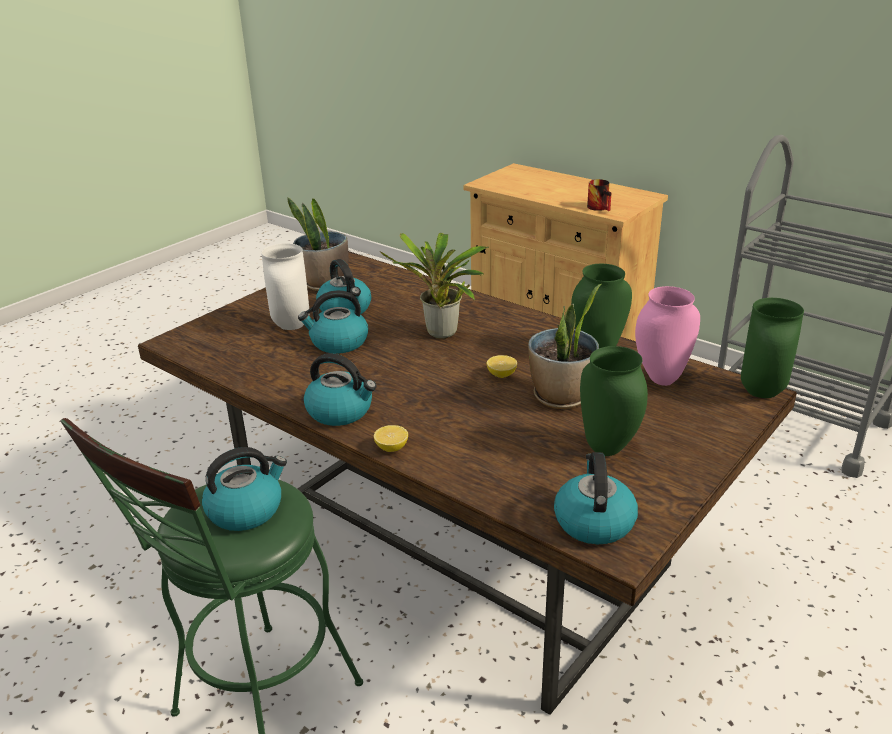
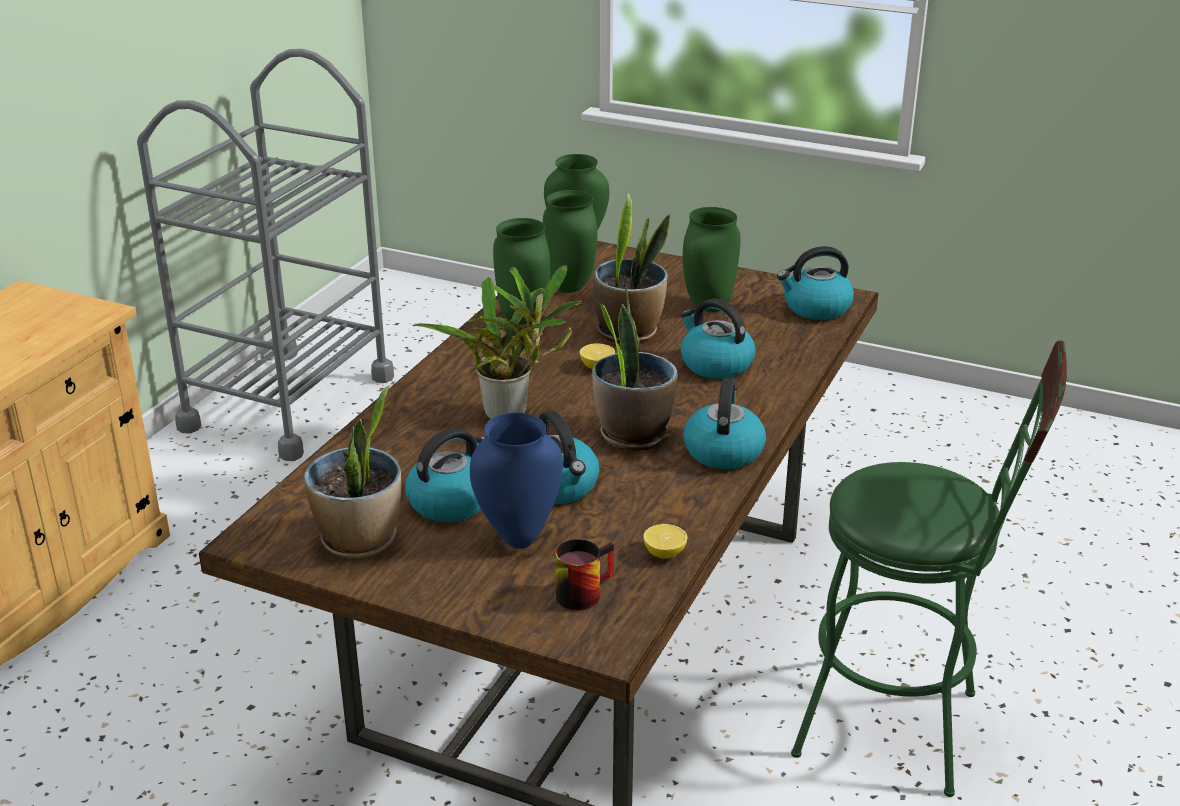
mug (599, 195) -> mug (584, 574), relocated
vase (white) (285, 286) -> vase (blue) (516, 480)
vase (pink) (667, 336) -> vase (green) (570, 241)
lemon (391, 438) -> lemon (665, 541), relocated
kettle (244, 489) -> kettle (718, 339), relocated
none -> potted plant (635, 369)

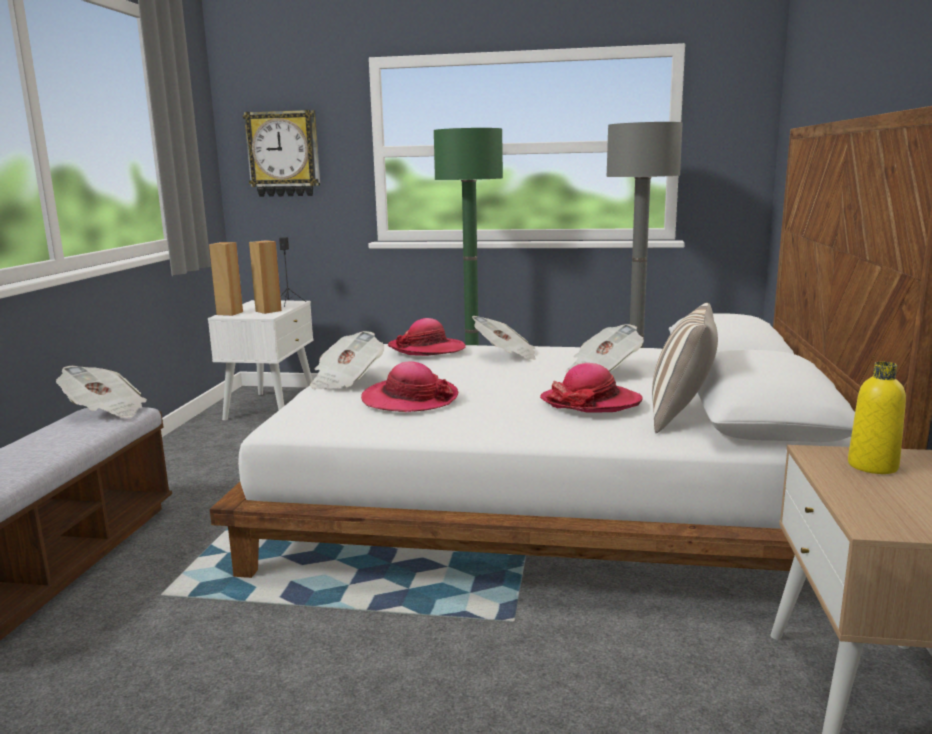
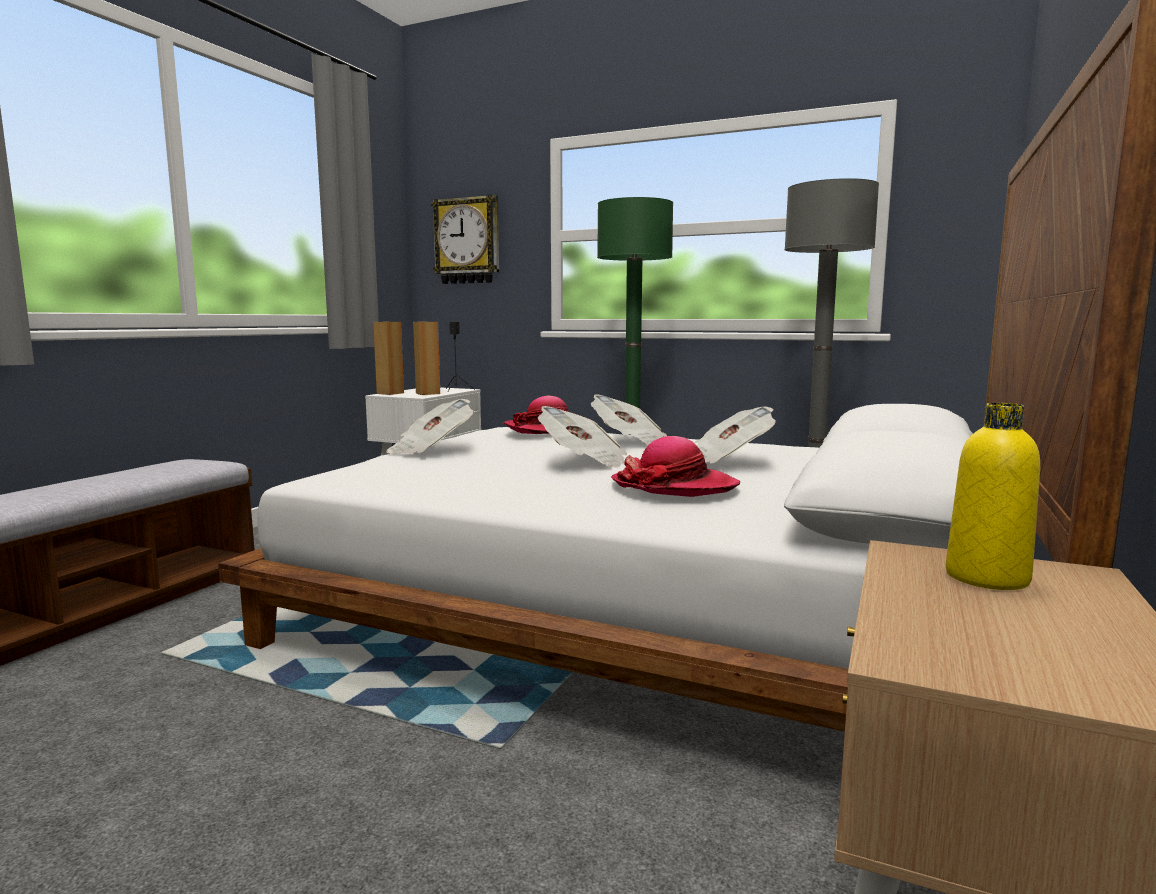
pillow (685, 368) -> none
hat (410, 387) -> none
newspaper (101, 392) -> newspaper (582, 437), relocated

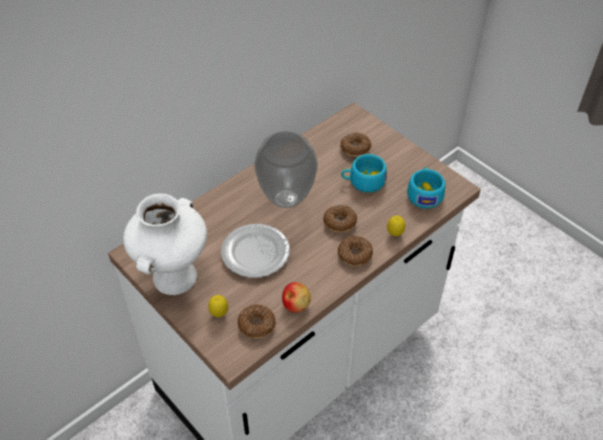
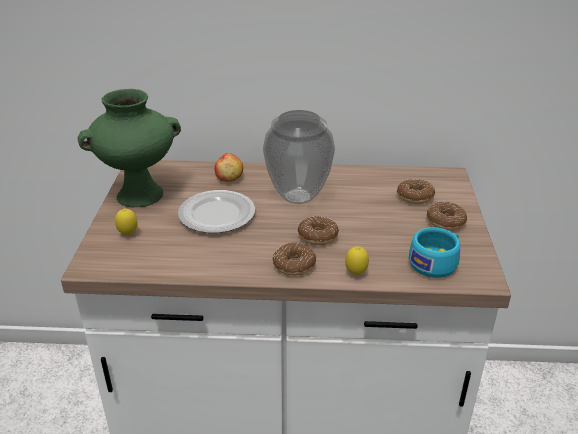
cup (turquoise) (364, 173) -> none
vase (white) (165, 244) -> vase (green) (129, 148)
apple (296, 297) -> apple (229, 167), relocated
donut (256, 322) -> donut (447, 216), relocated

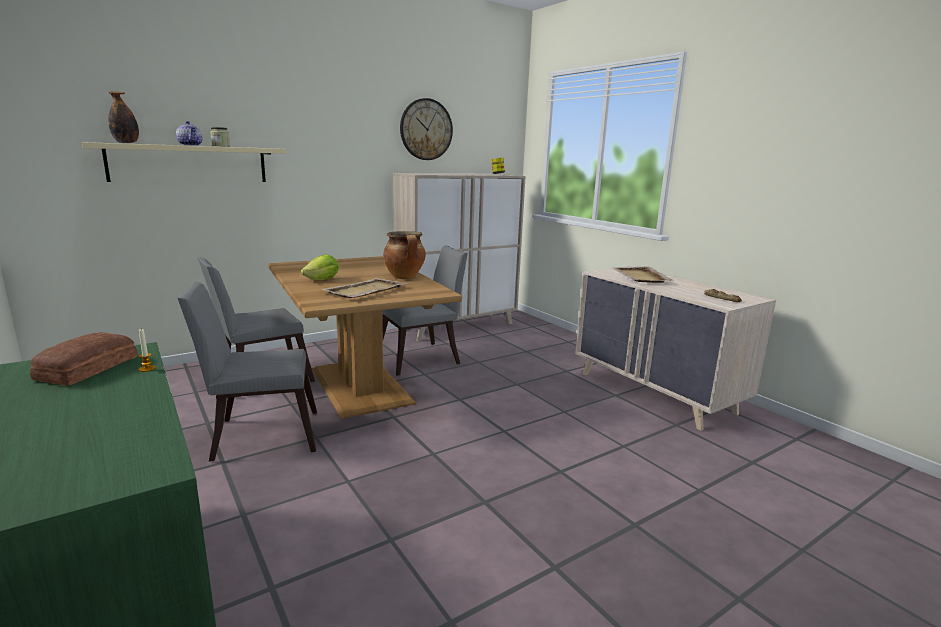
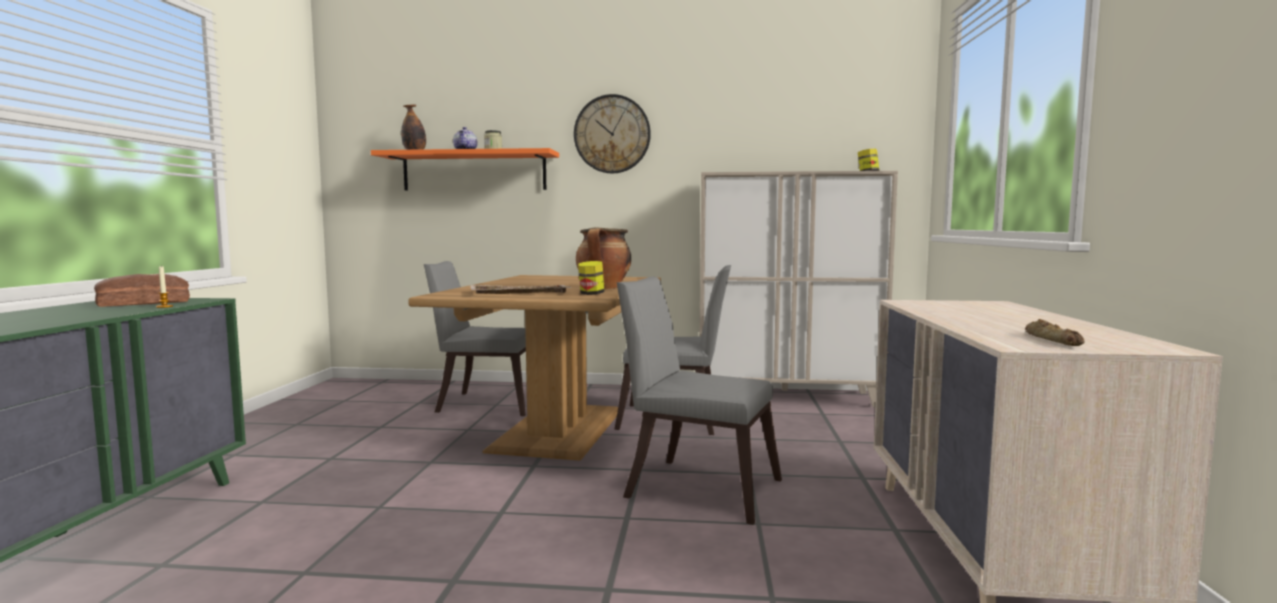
wall clock (426, 129) -> wall clock (612, 134), relocated
shelf (beige) (184, 162) -> shelf (orange) (465, 169)
lettuce (320, 267) -> none
tray (beige) (643, 274) -> none
chair (grey) (247, 372) -> chair (grey) (699, 400), relocated
none -> jar (591, 278)

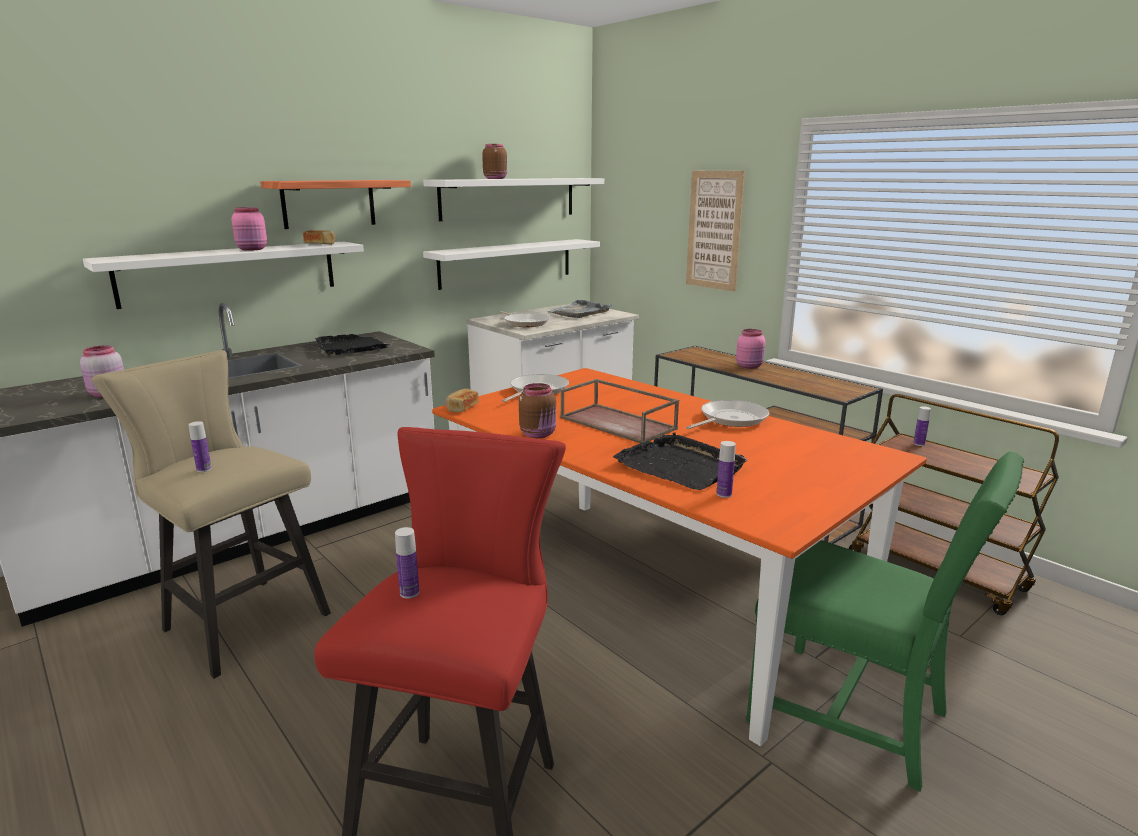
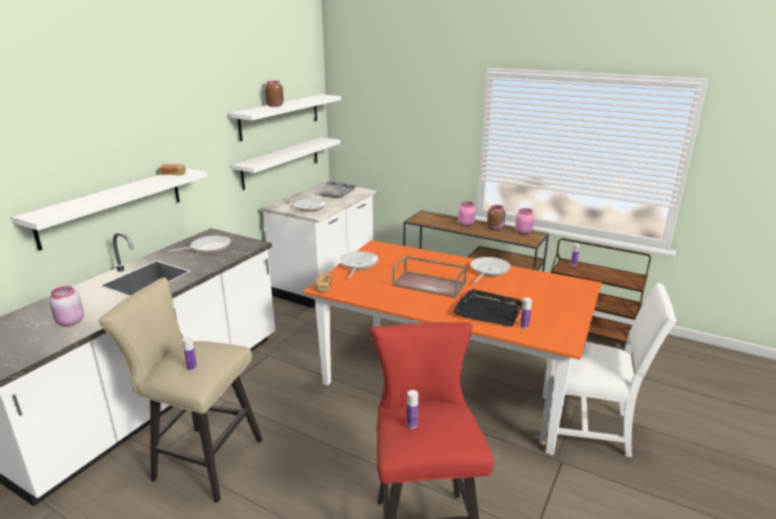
picture (715, 231) -> none
shelf (336, 204) -> none
jar (pink) (249, 229) -> jar (pink) (524, 221), relocated
tray (black) (352, 344) -> frying pan (199, 244)
jar (brown) (537, 410) -> jar (brown) (496, 218), relocated
chair (green) (885, 622) -> chair (white) (608, 370)

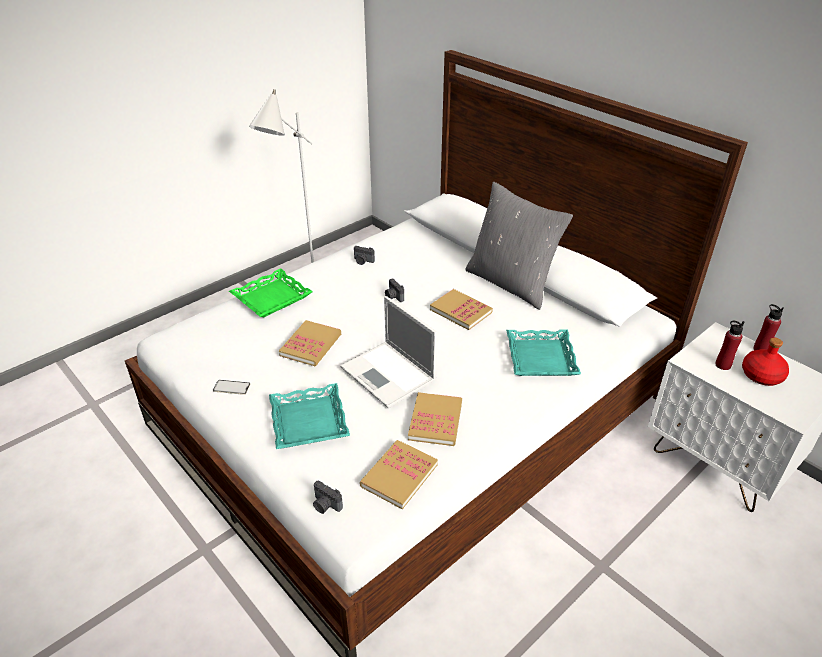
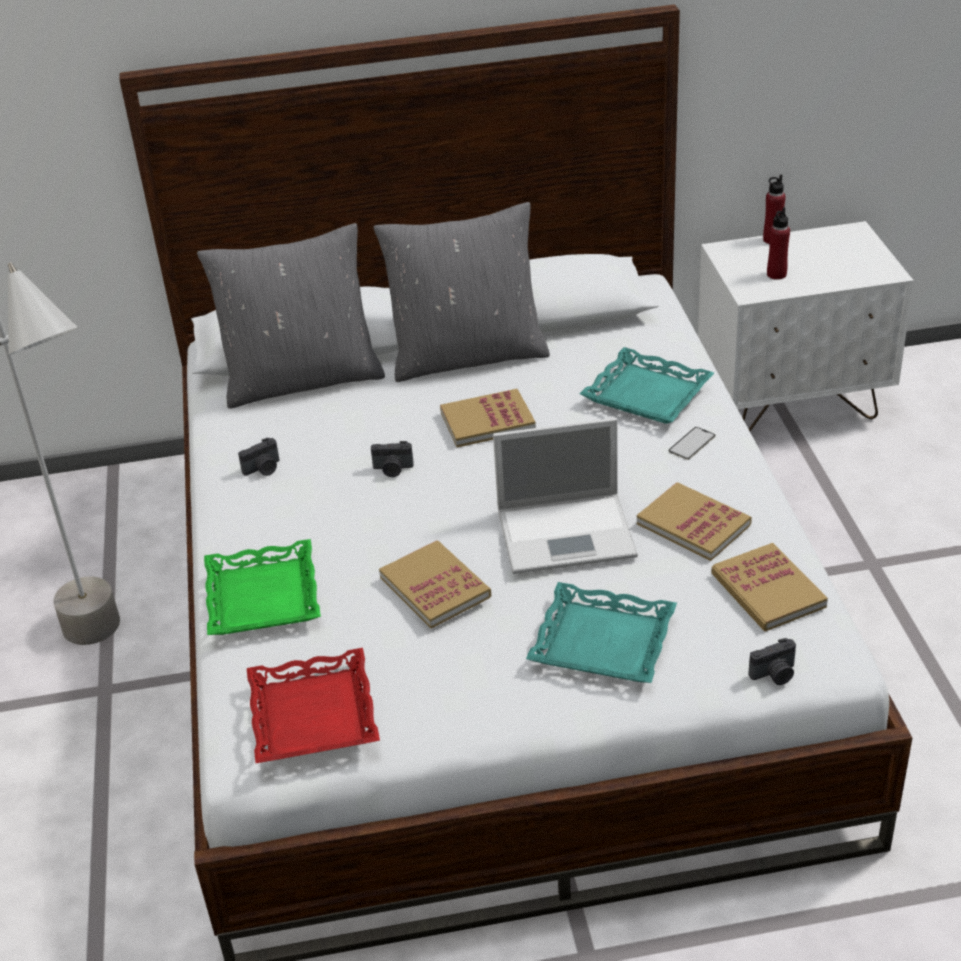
bottle (red) (765, 362) -> none
phone (231, 387) -> phone (692, 443), relocated
none -> pillow (grey) (291, 316)
none -> tray (red) (313, 705)

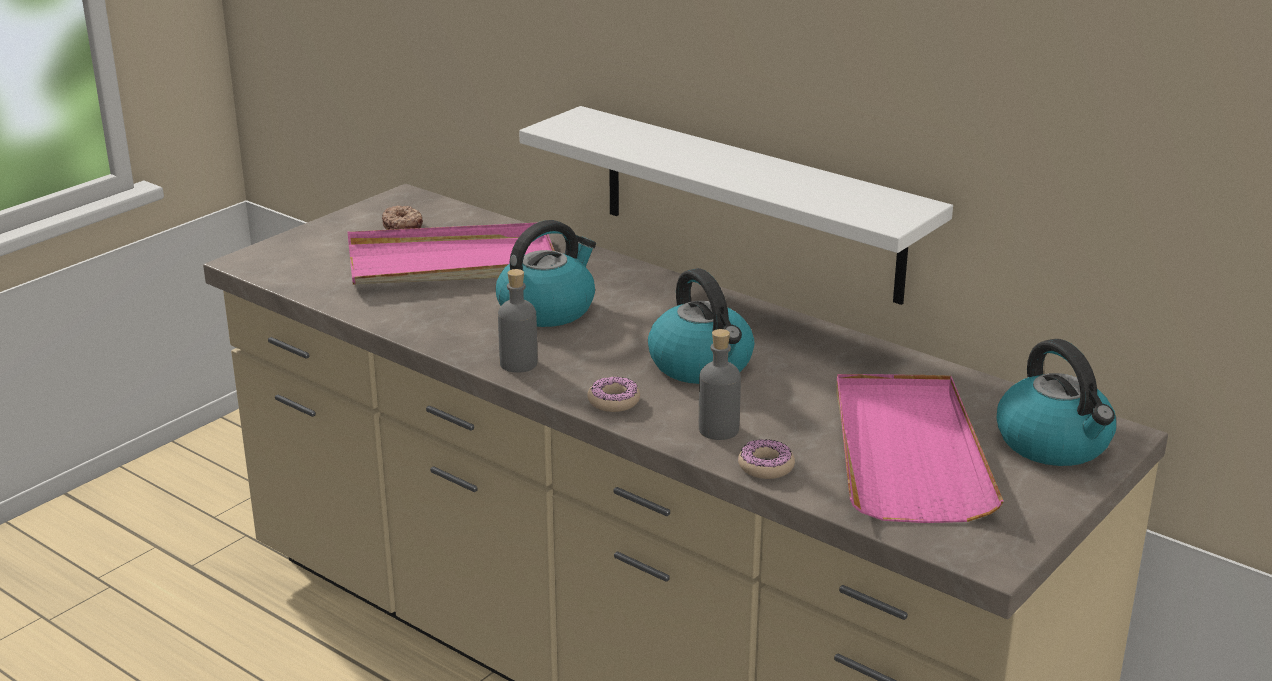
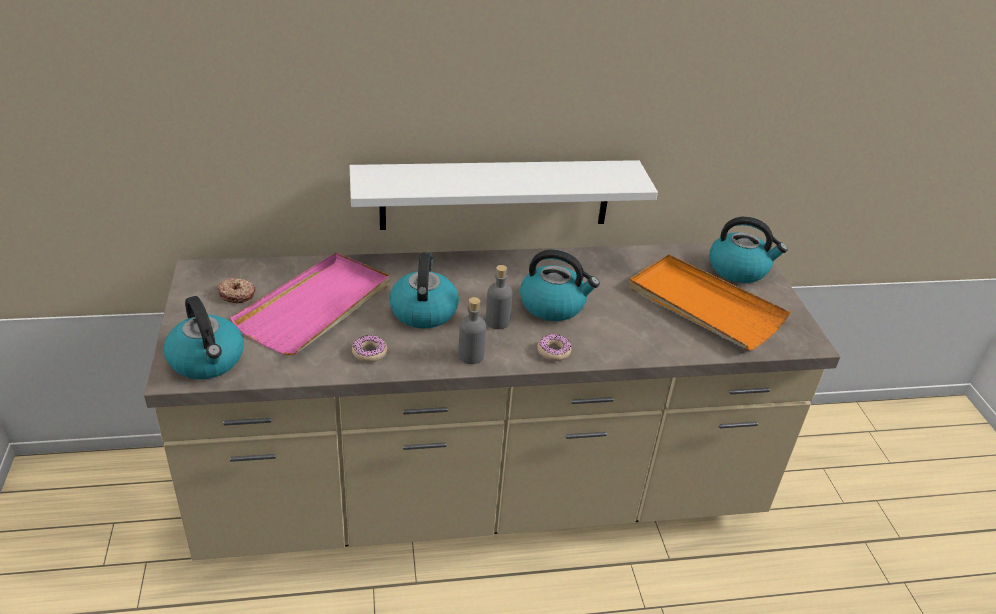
bottle (grey) (720, 384) -> bottle (grey) (499, 297), relocated
tray (pink) (920, 448) -> tray (orange) (710, 302)
donut (766, 459) -> donut (369, 348), relocated
none -> kettle (204, 337)

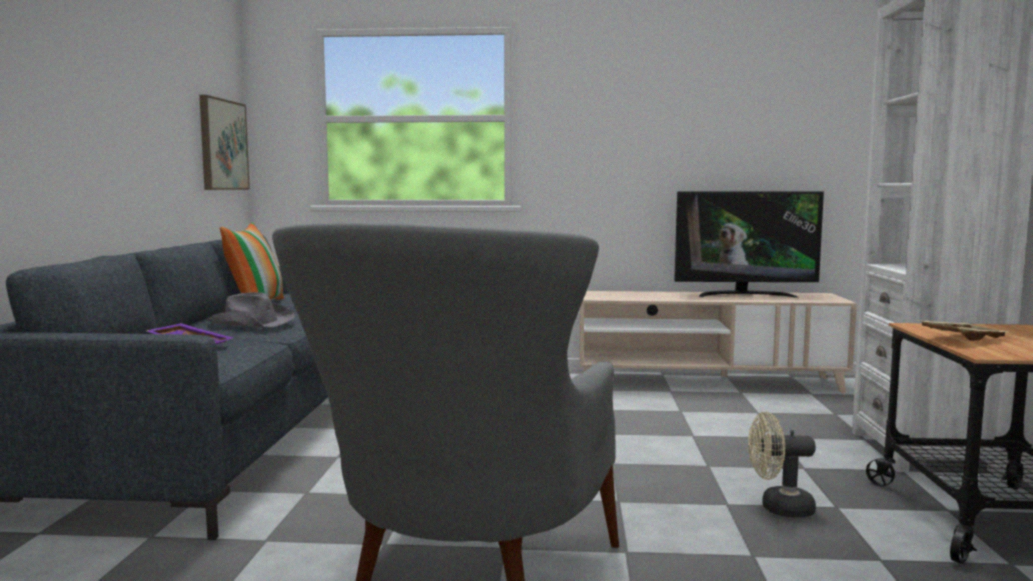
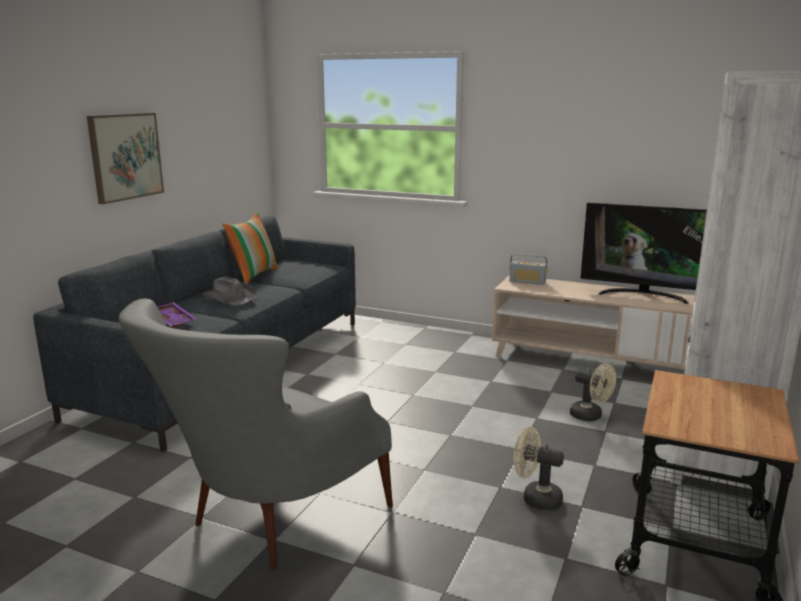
picture (224, 142) -> picture (125, 158), relocated
tray (beige) (963, 330) -> none
none -> radio (528, 269)
none -> fan (beige) (593, 392)

